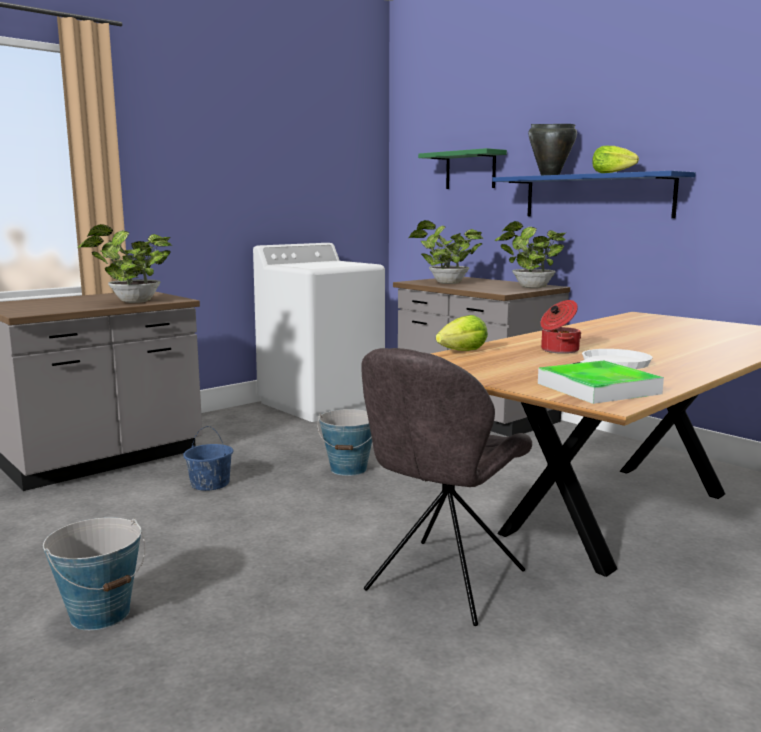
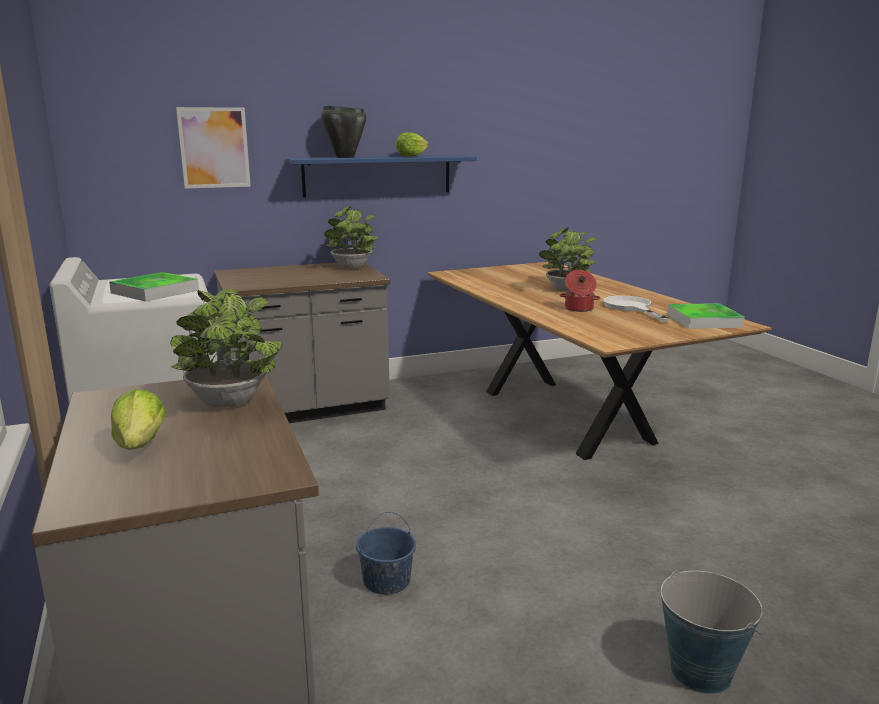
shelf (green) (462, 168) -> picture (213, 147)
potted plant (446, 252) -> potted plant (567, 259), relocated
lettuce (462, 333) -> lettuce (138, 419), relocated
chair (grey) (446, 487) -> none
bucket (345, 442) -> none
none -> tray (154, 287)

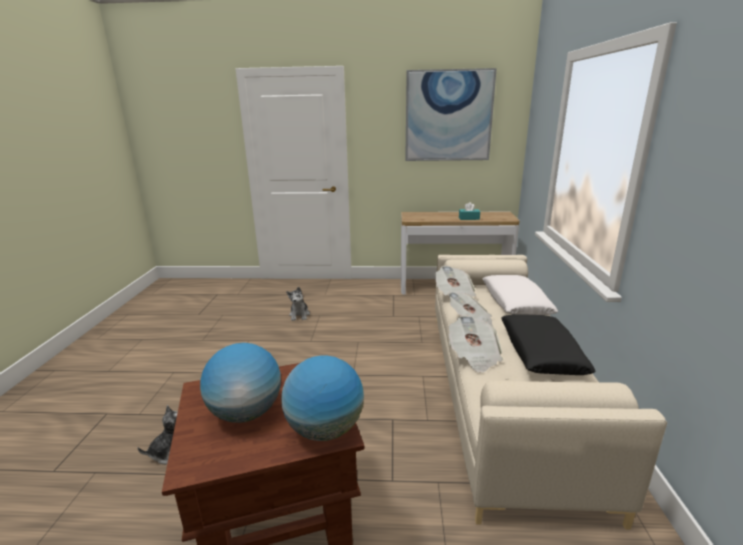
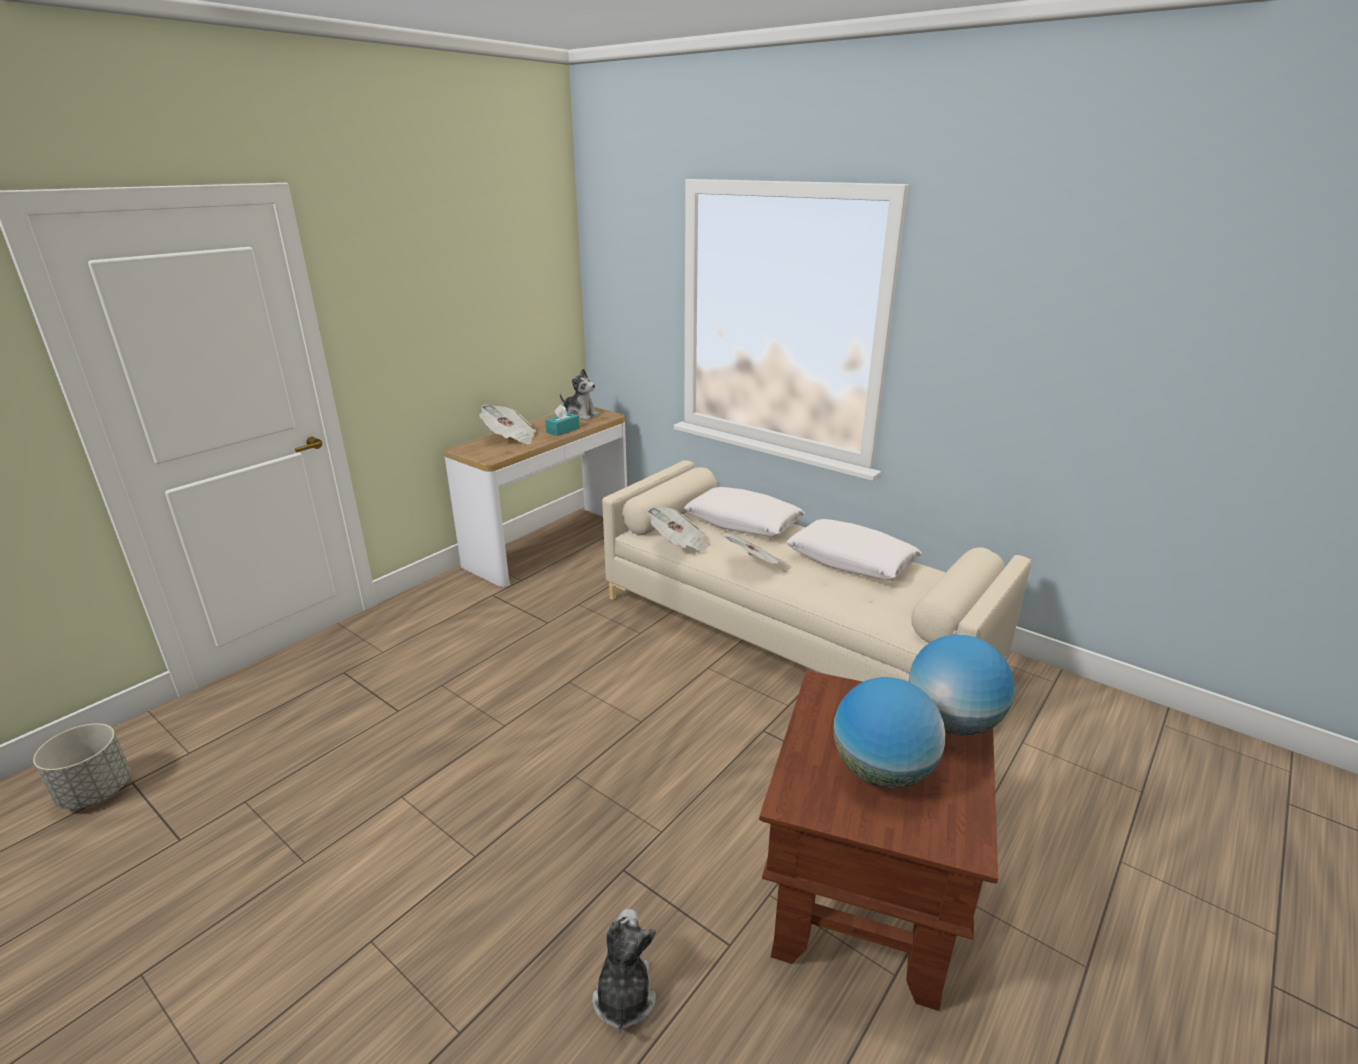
picture (451, 114) -> none
plush toy (298, 304) -> plush toy (580, 394), relocated
pillow (black) (548, 344) -> pillow (white) (854, 549)
newspaper (476, 344) -> newspaper (507, 424), relocated
none -> planter (grey) (82, 766)

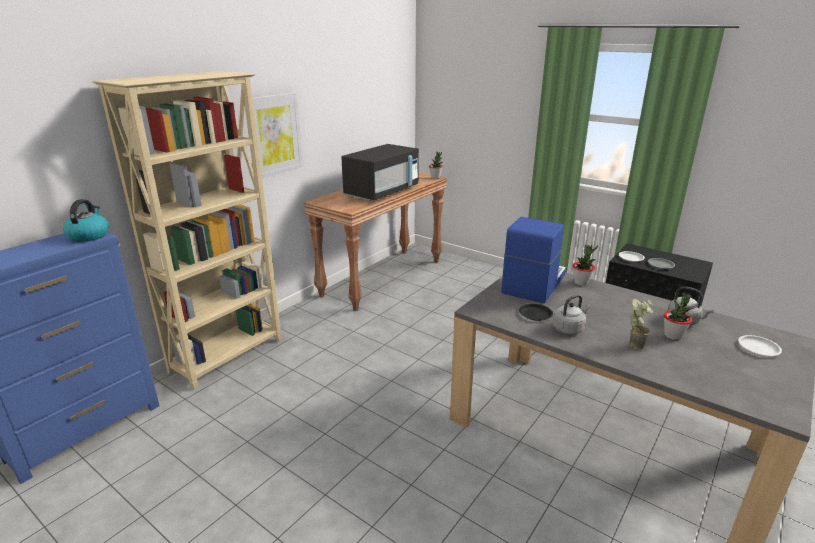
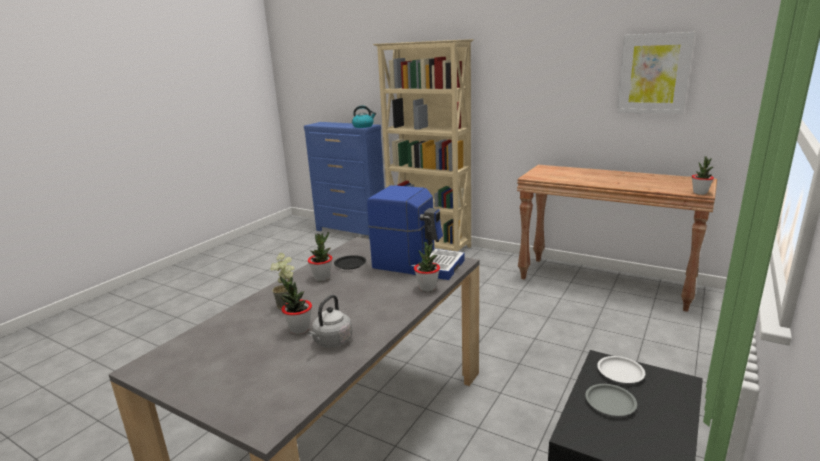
picture (278, 135) -> picture (656, 73), relocated
microwave (black) (380, 172) -> none
kettle (grey) (571, 314) -> potted plant (320, 256)
plate (white) (760, 345) -> none

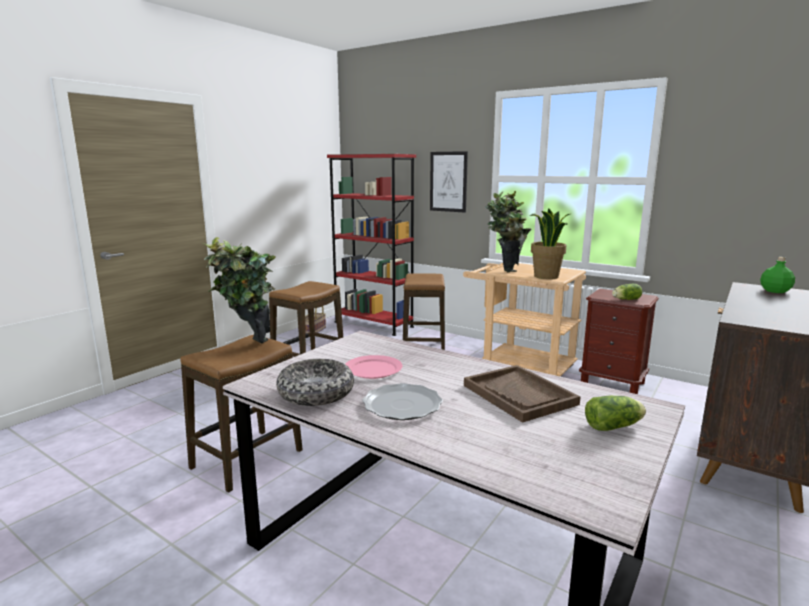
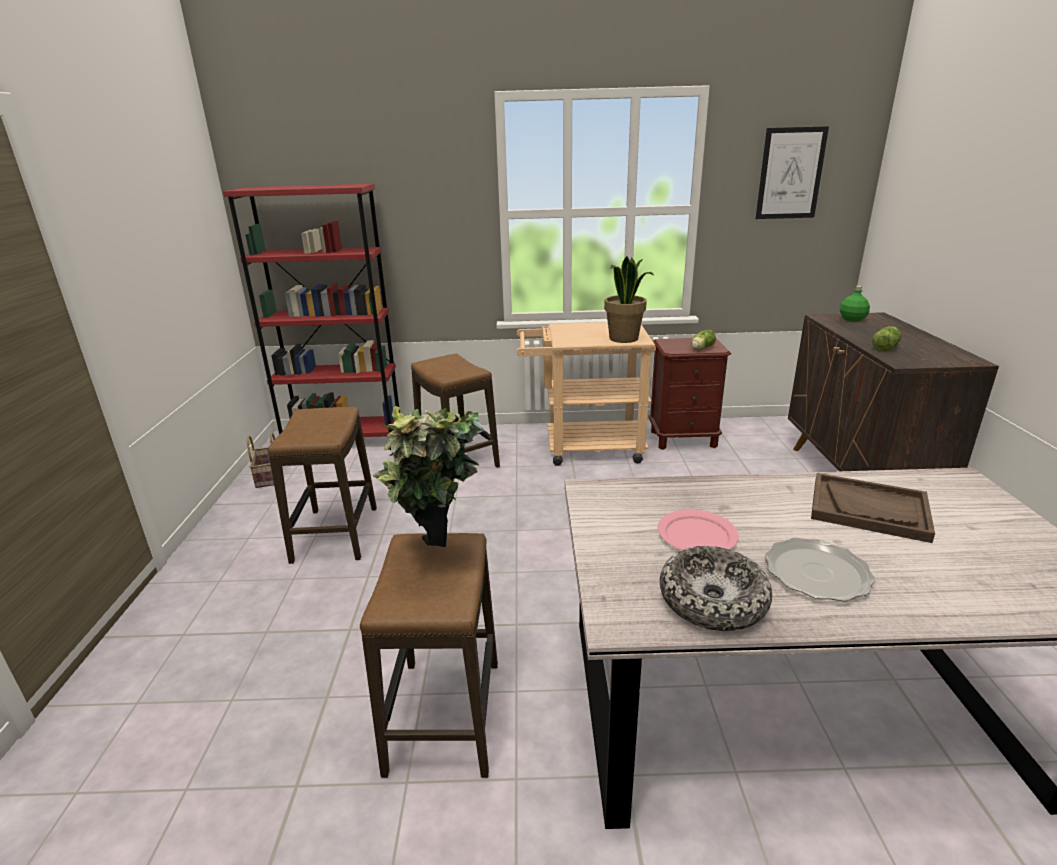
picture (449, 181) -> picture (792, 172), relocated
potted plant (508, 231) -> none
lettuce (615, 413) -> lettuce (886, 338), relocated

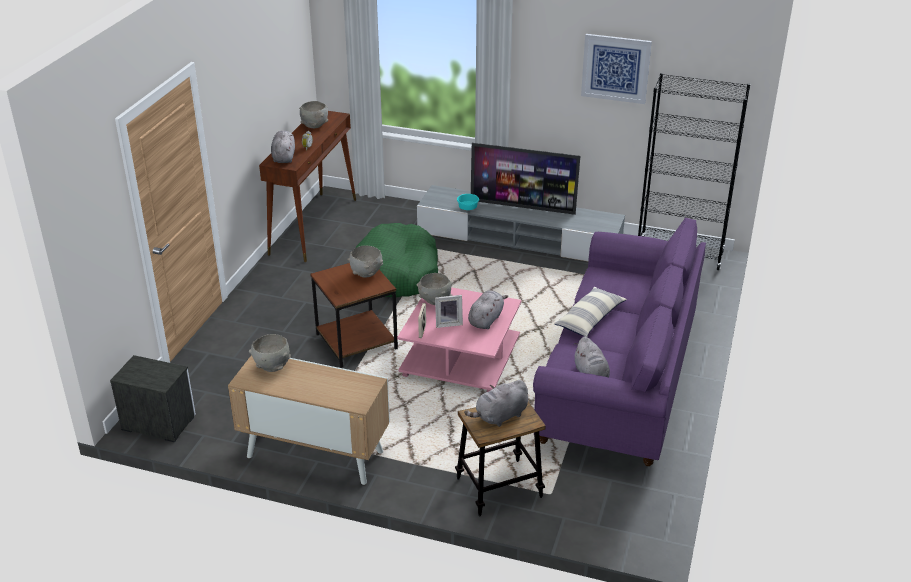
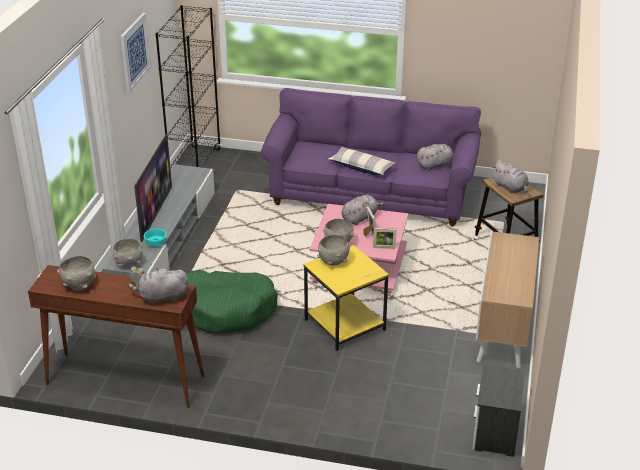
side table (brown) (354, 315) -> side table (yellow) (346, 298)
plush toy (grey) (488, 309) -> plush toy (grey) (363, 210), 120 degrees clockwise
bowl (grey) (270, 353) -> bowl (grey) (127, 253), relocated

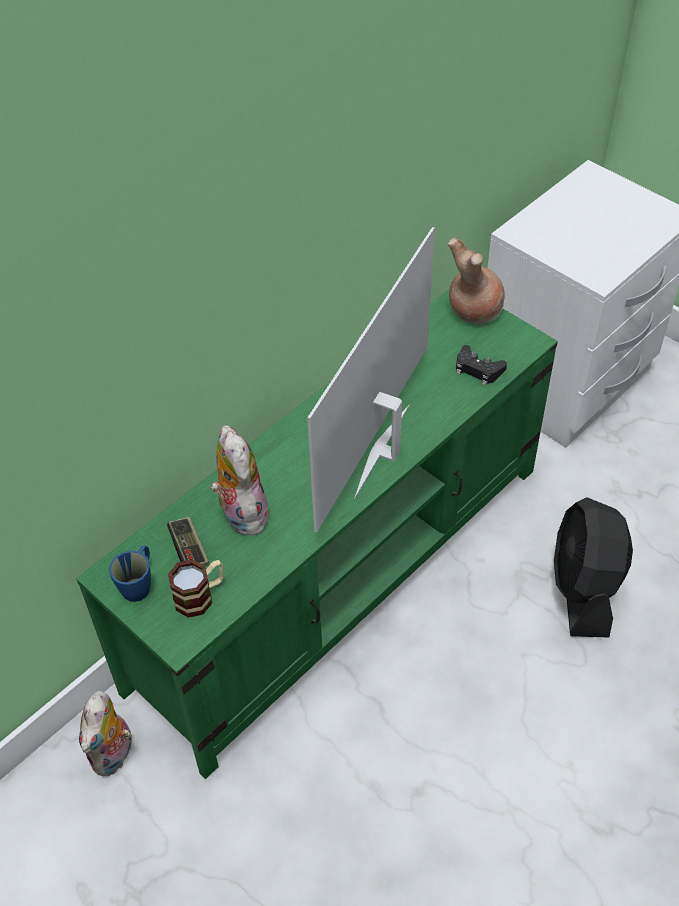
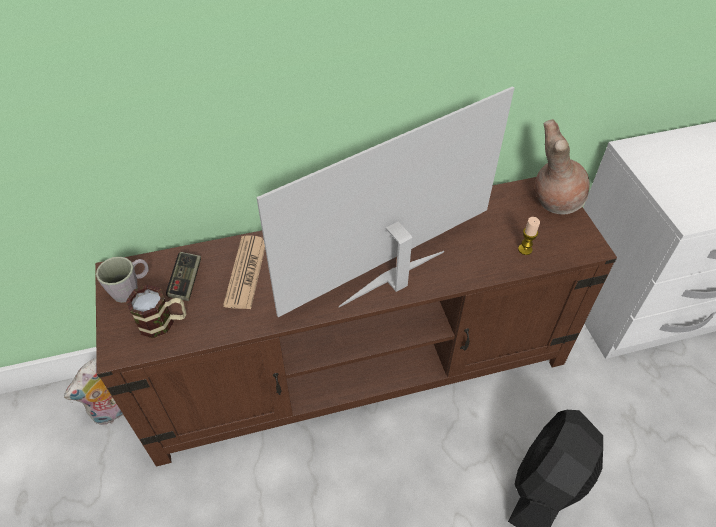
tv stand (green) (317, 534) -> tv stand (brown) (356, 322)
game controller (black) (481, 365) -> candle (529, 236)
plush toy (239, 480) -> newspaper (244, 272)
mug (blue) (130, 573) -> mug (grey) (122, 280)

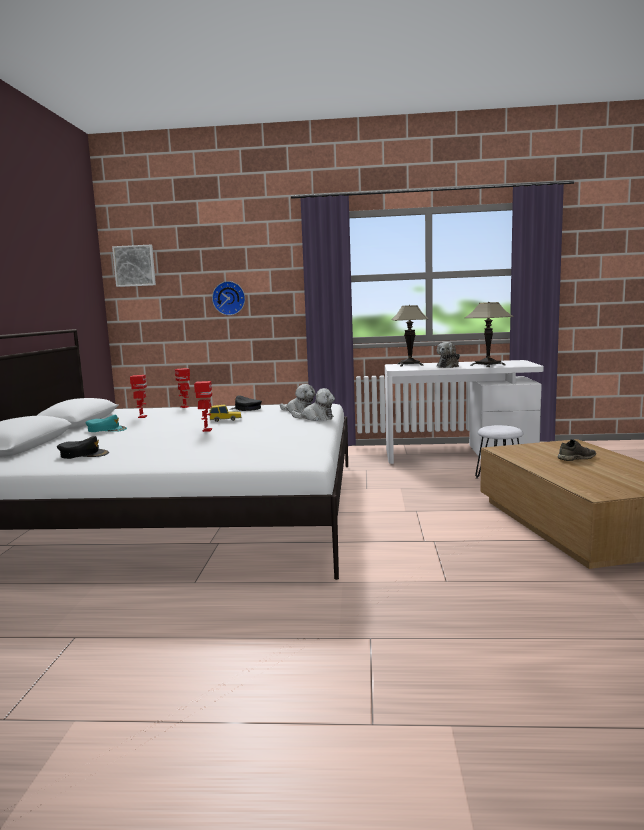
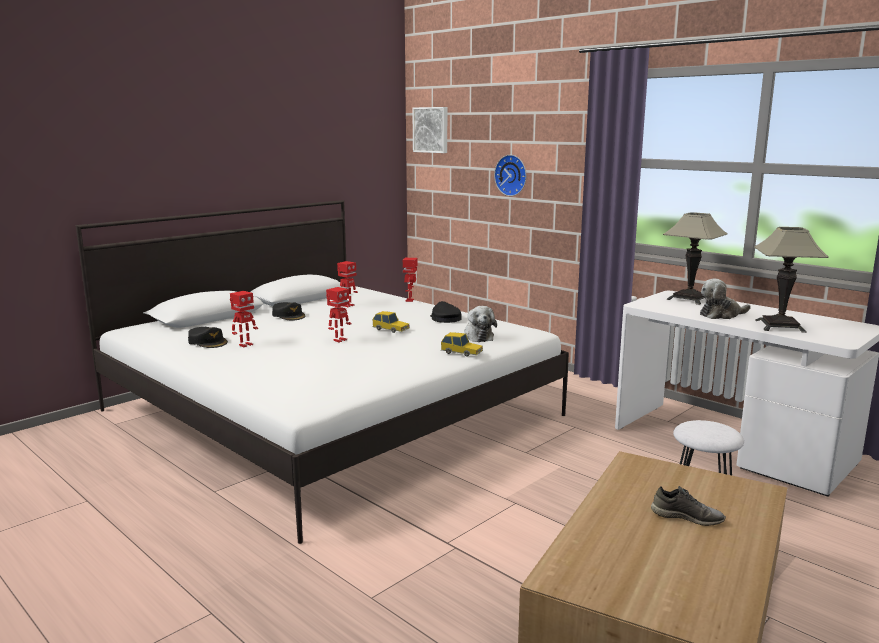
plush toy (313, 404) -> toy car (462, 344)
cap (turquoise) (106, 423) -> cap (black) (288, 311)
none -> toy robot (244, 319)

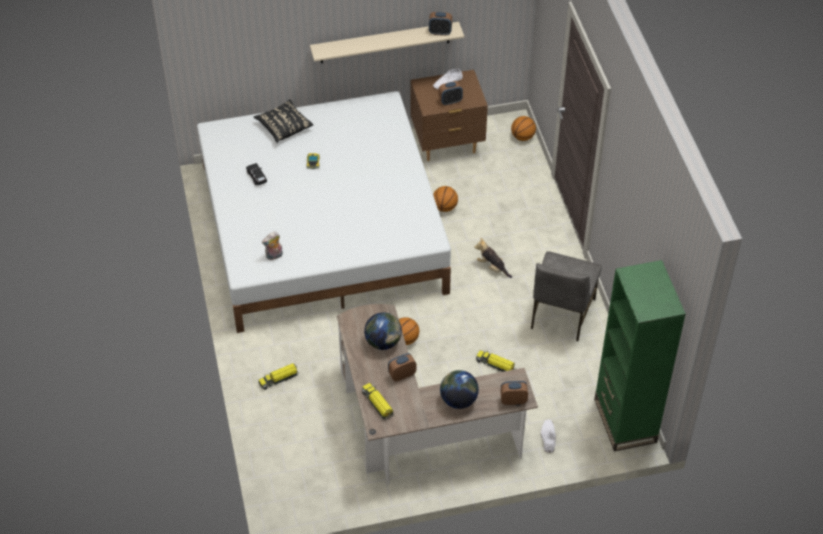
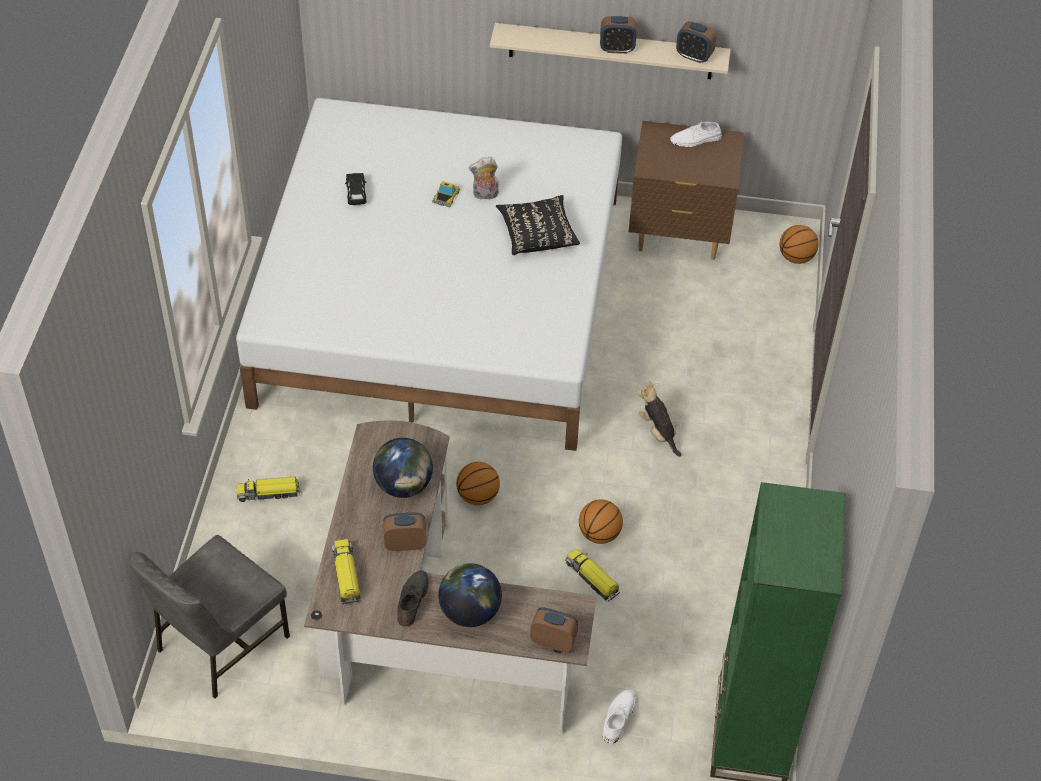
alarm clock (450, 93) -> alarm clock (618, 35), relocated
pillow (black) (284, 121) -> pillow (black) (538, 225), relocated
basketball (445, 199) -> basketball (601, 521), relocated
plush toy (272, 245) -> plush toy (484, 178), relocated
chair (grey) (566, 296) -> chair (grey) (210, 617), relocated
none -> shoe (grey) (413, 598)

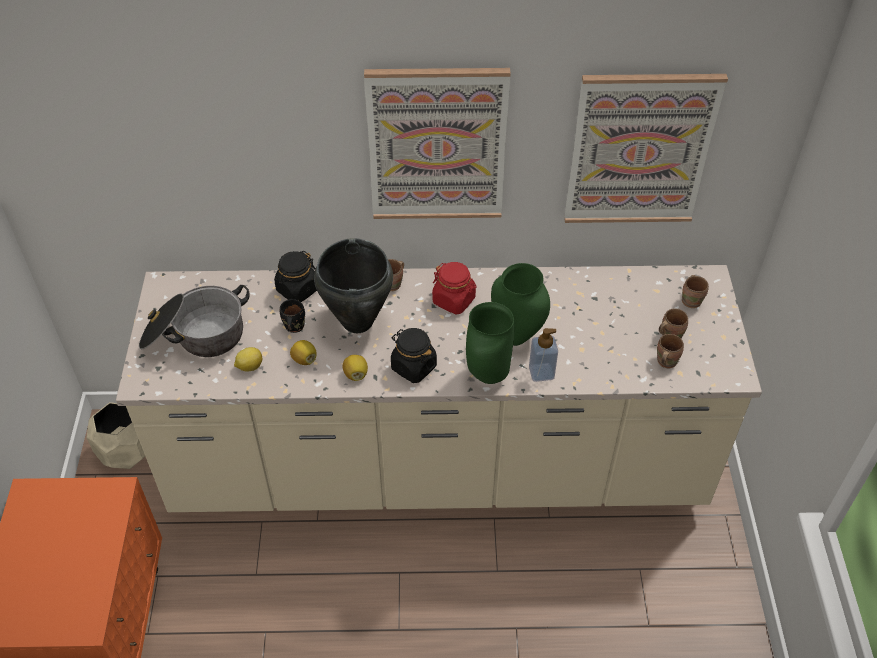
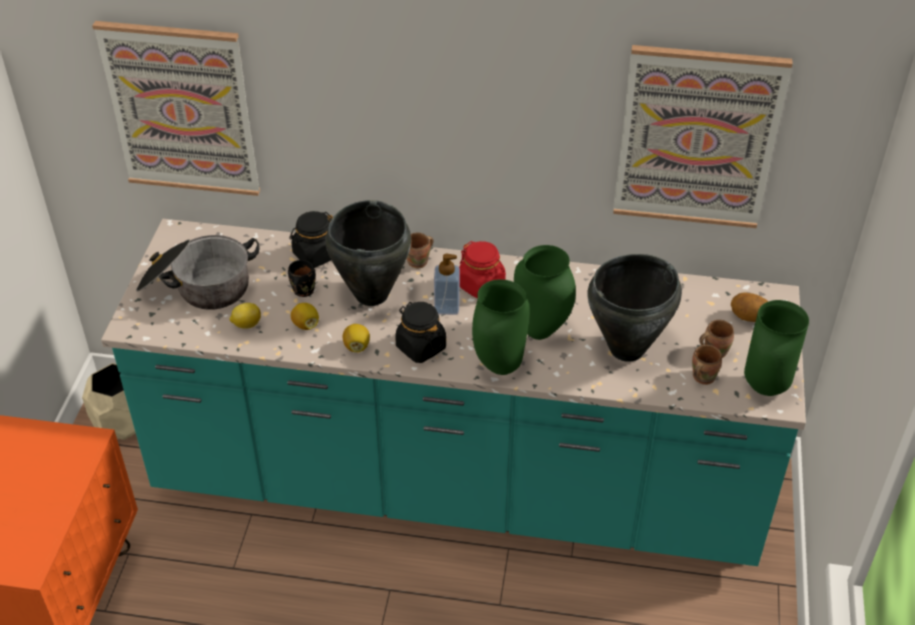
picture (437, 143) -> picture (176, 108), relocated
counter (beige) (439, 388) -> counter (turquoise) (453, 392)
mug (brown) (695, 291) -> potato (750, 307)
soap dispenser (543, 355) -> soap dispenser (447, 284), relocated
none -> cooking pot (black) (634, 308)
none -> vase (green) (776, 348)

